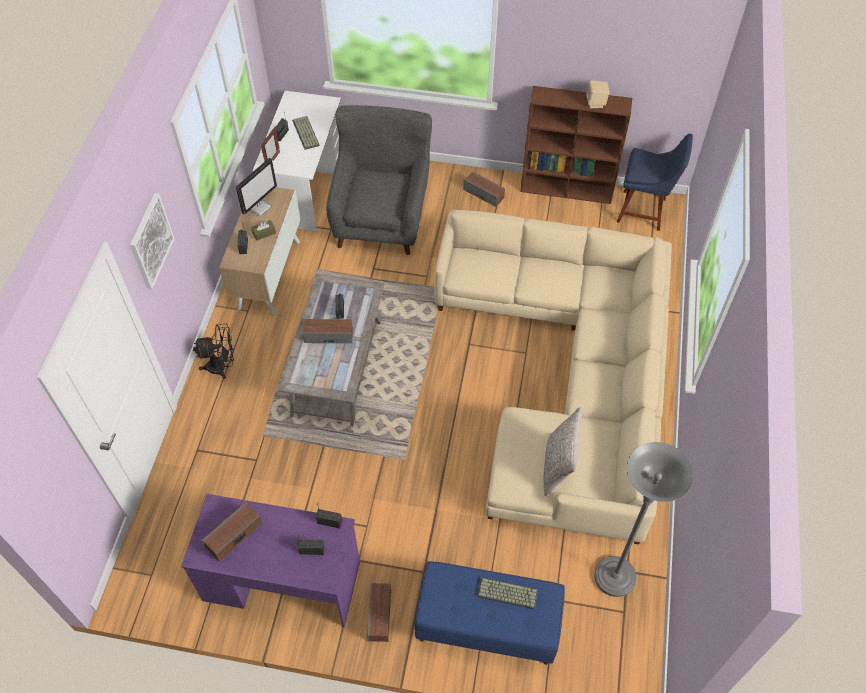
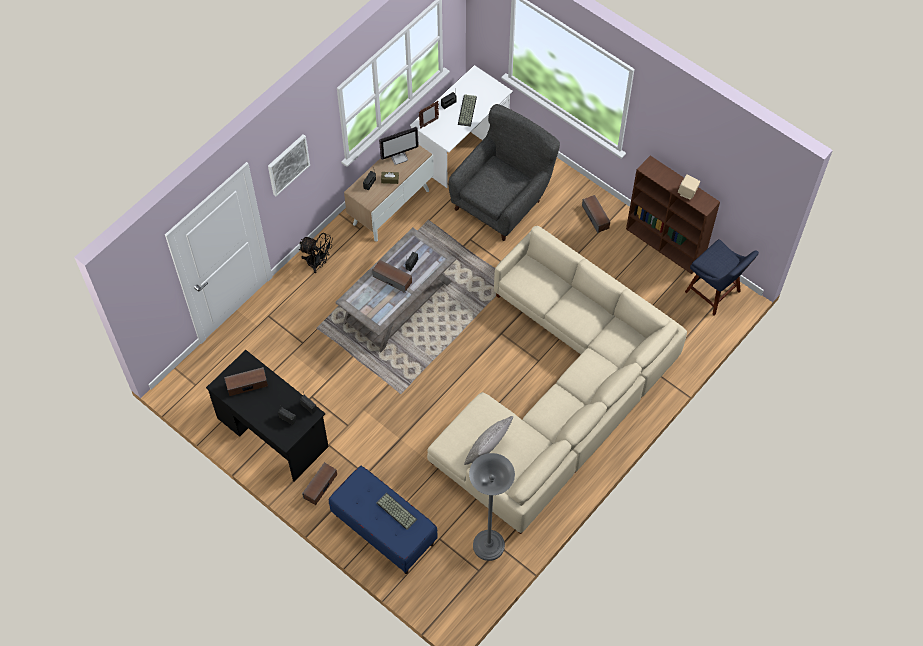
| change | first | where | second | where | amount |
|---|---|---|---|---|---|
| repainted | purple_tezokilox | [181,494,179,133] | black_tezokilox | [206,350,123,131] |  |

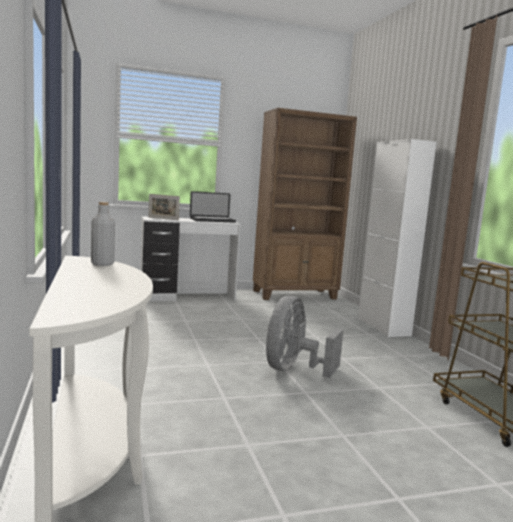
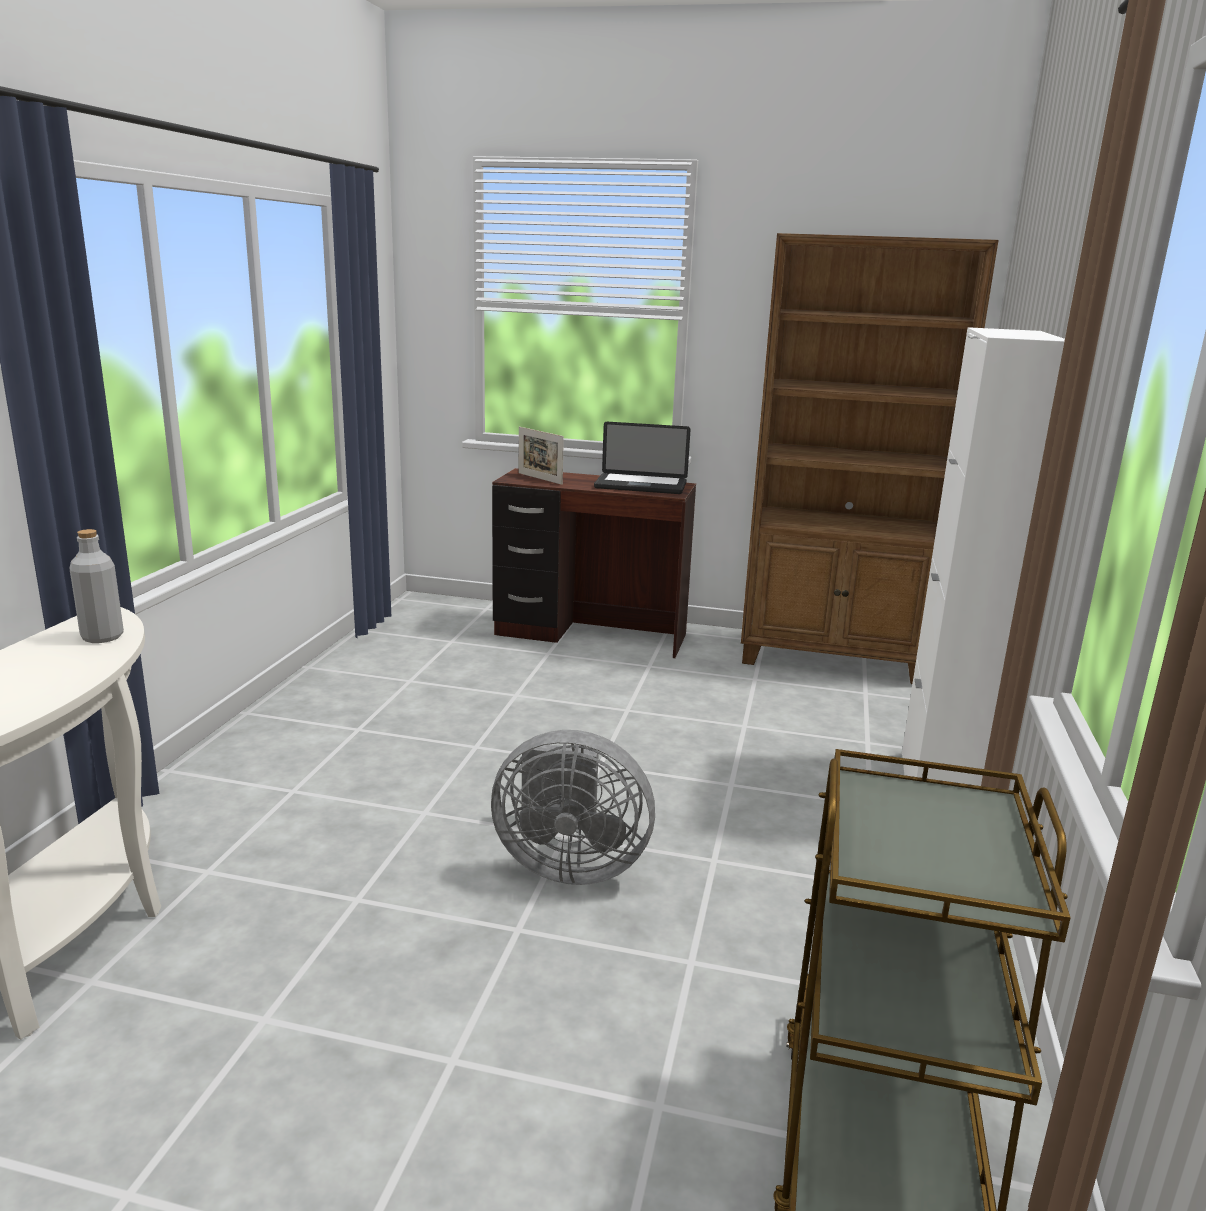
| change | first | where | second | where | amount |
|---|---|---|---|---|---|
| repainted | white_tezokilox | [140,216,100,85] | brown_tezokilox | [492,468,204,191] |  |
| rotated | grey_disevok | [266,295,78,83] |  | [491,730,164,155] | 135 degrees counterclockwise |

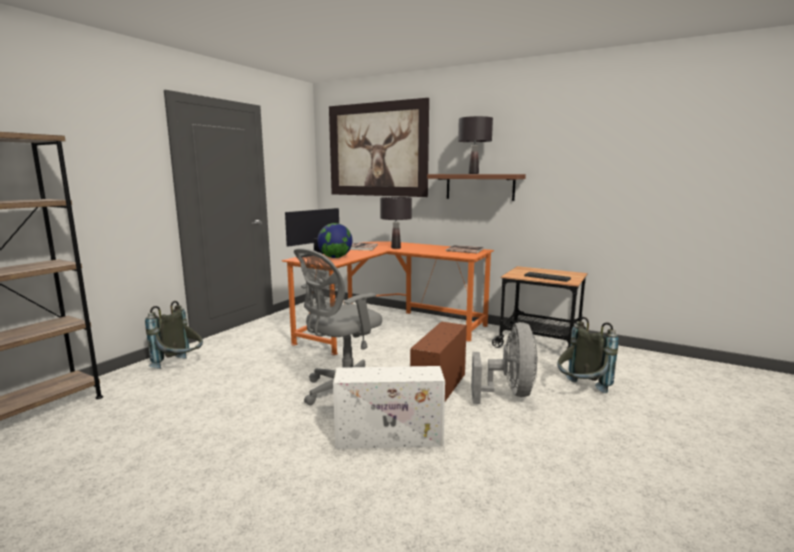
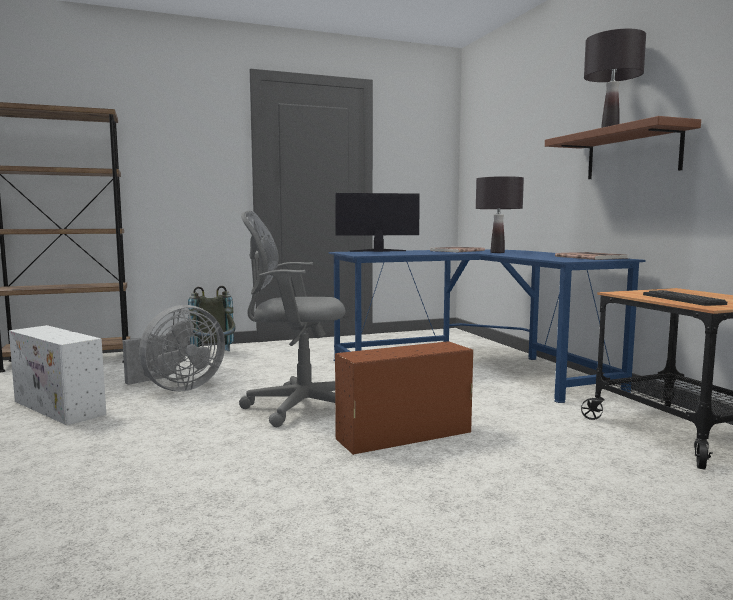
| change | first | where | second | where | amount |
|---|---|---|---|---|---|
| gone | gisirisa | [317,223,35,35] |  |  |  |
| gone | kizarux | [329,98,100,99] |  |  |  |
| gone | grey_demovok | [557,317,62,76] |  |  |  |
| shifted | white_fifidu | [333,366,112,83] |  | [9,325,97,101] |  |
| shifted | grey_disevok | [471,322,67,82] |  | [122,305,103,86] |  |
| repainted | orange_tezokilox | [282,241,212,114] | blue_tezokilox | [329,249,317,154] |  |

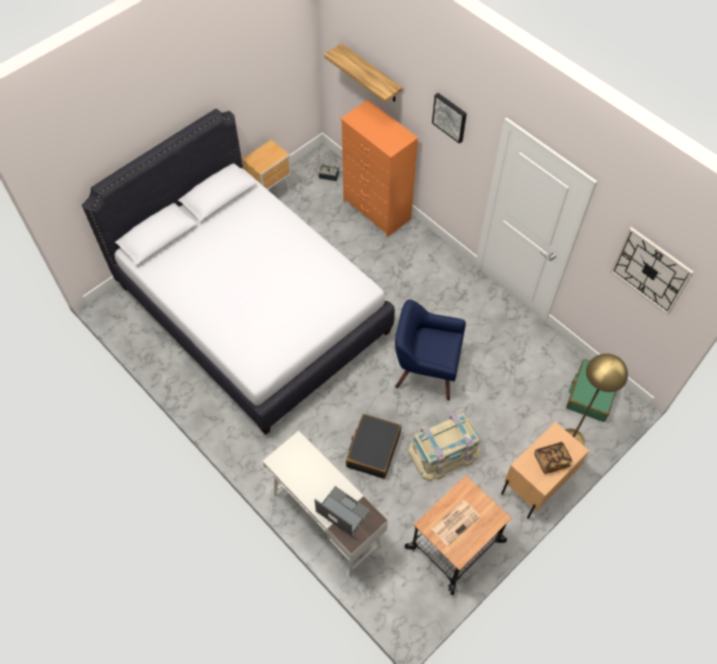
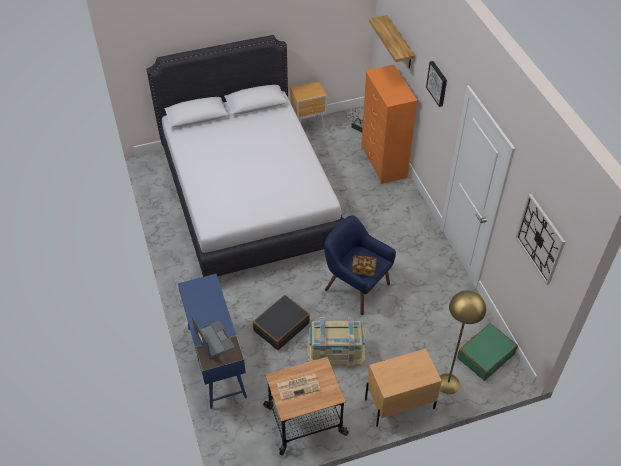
| change | first | where | second | where | amount |
|---|---|---|---|---|---|
| shifted | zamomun | [535,442,38,32] |  | [352,255,25,21] |  |
| repainted | white_tezokilox | [263,431,125,146] | blue_tezokilox | [178,274,69,135] |  |

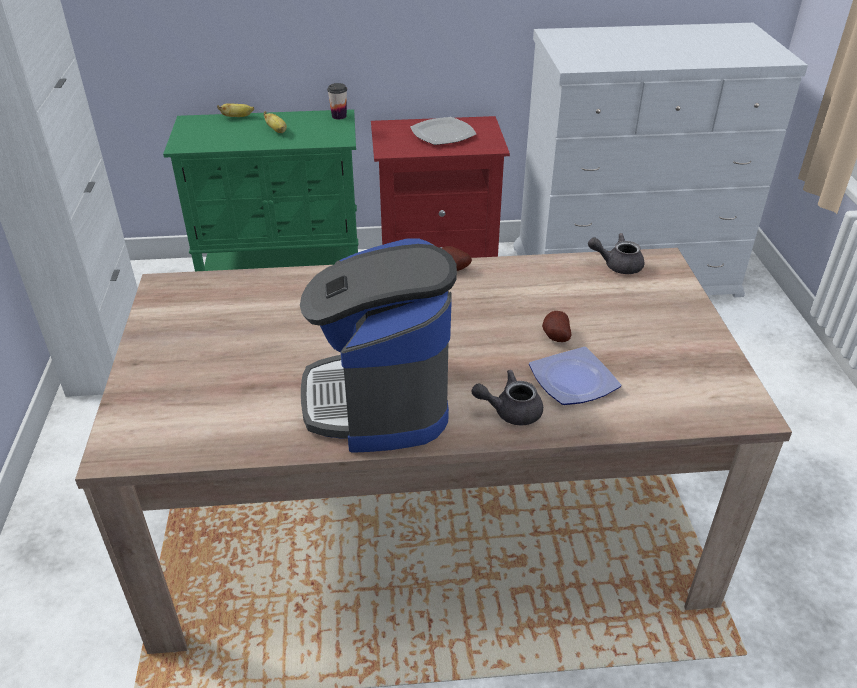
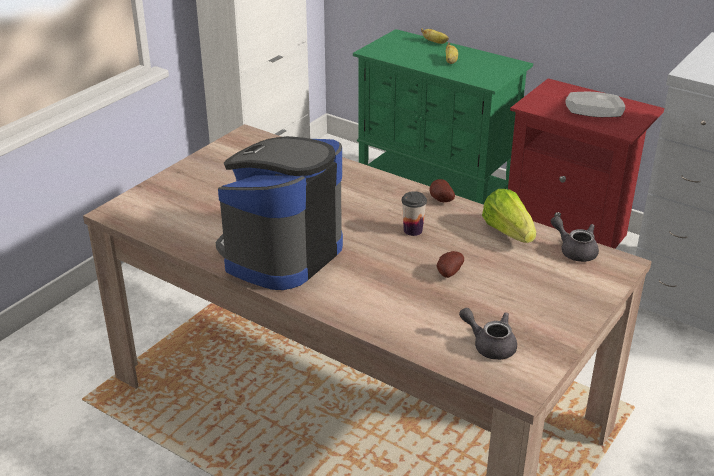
| change | first | where | second | where | amount |
|---|---|---|---|---|---|
| gone | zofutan | [529,347,92,58] |  |  |  |
| new |  |  | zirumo | [482,189,54,54] |  |
| shifted | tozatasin | [327,83,20,36] |  | [402,191,25,45] |  |
| shifted | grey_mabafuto | [471,370,72,55] |  | [459,308,58,52] |  |

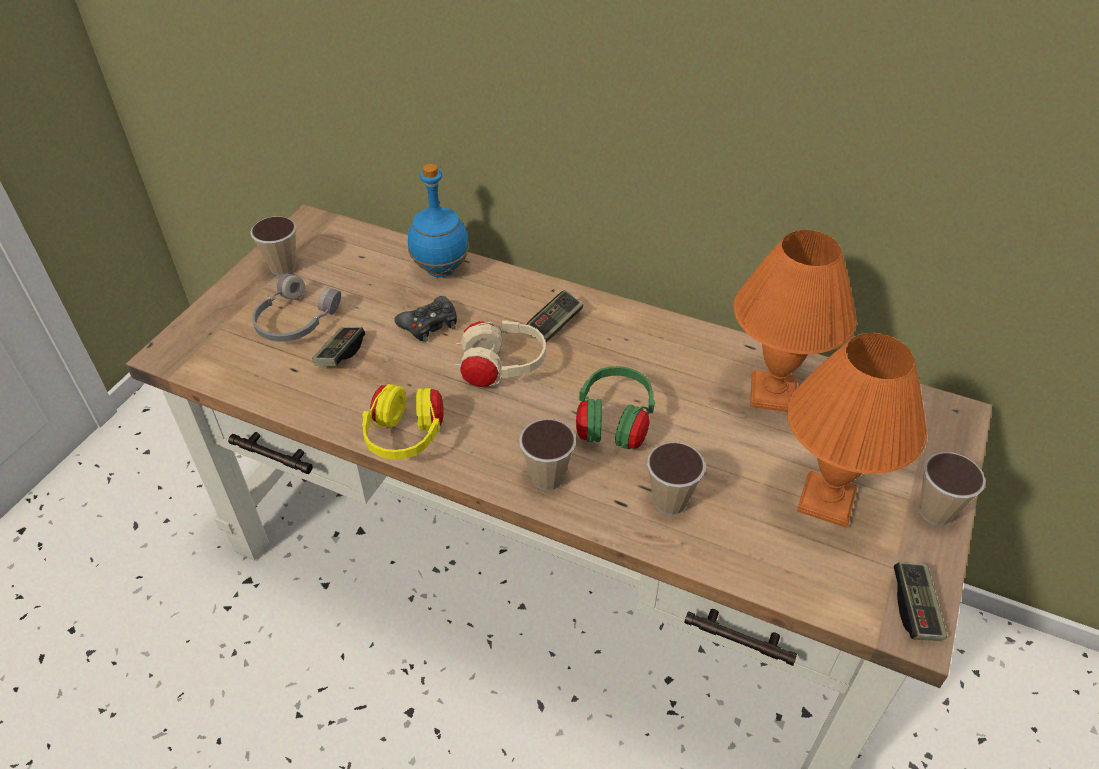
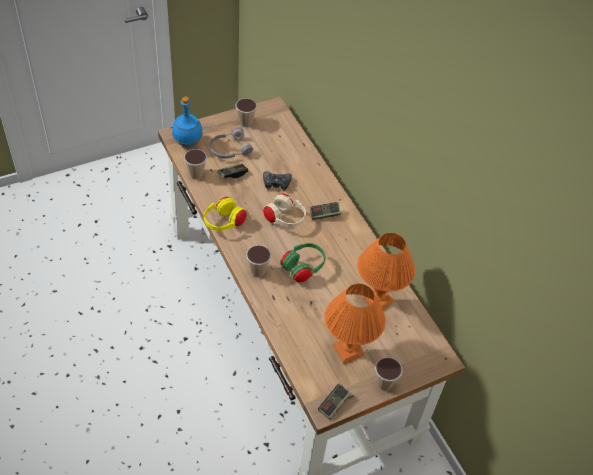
| change | first | where | second | where | amount |
|---|---|---|---|---|---|
| shifted | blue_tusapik | [408,164,61,113] |  | [172,97,31,51] |  |
| shifted | tozatasin | [647,442,58,73] |  | [184,149,23,30] |  |

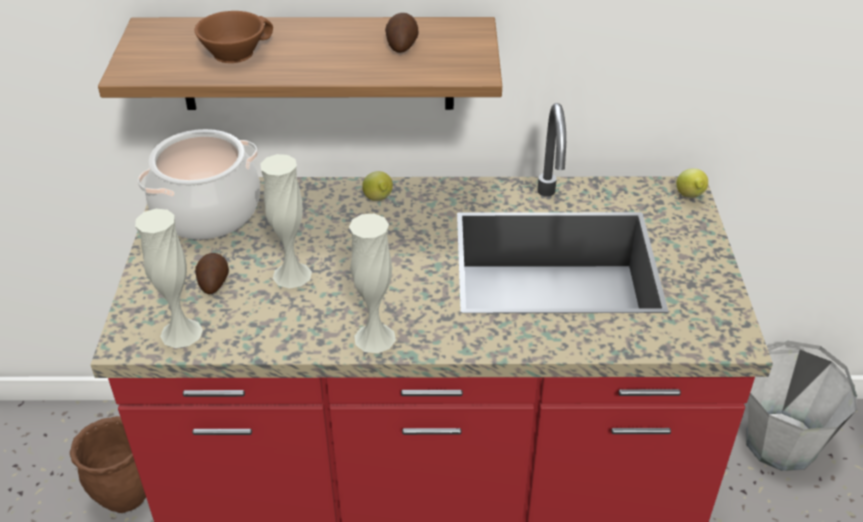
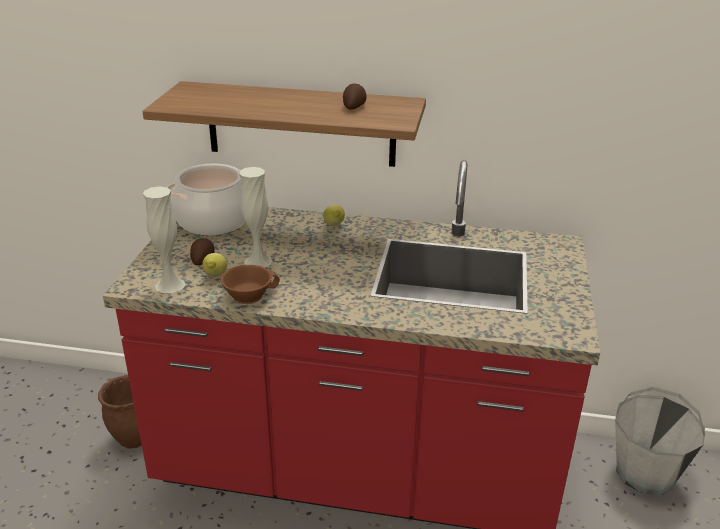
| change | first | where | second | where | amount |
|---|---|---|---|---|---|
| gone | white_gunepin | [349,214,47,139] |  |  |  |
| shifted | brown_tozatasin | [194,11,79,52] |  | [221,265,59,39] |  |
| shifted | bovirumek | [676,168,32,30] |  | [202,253,25,24] |  |

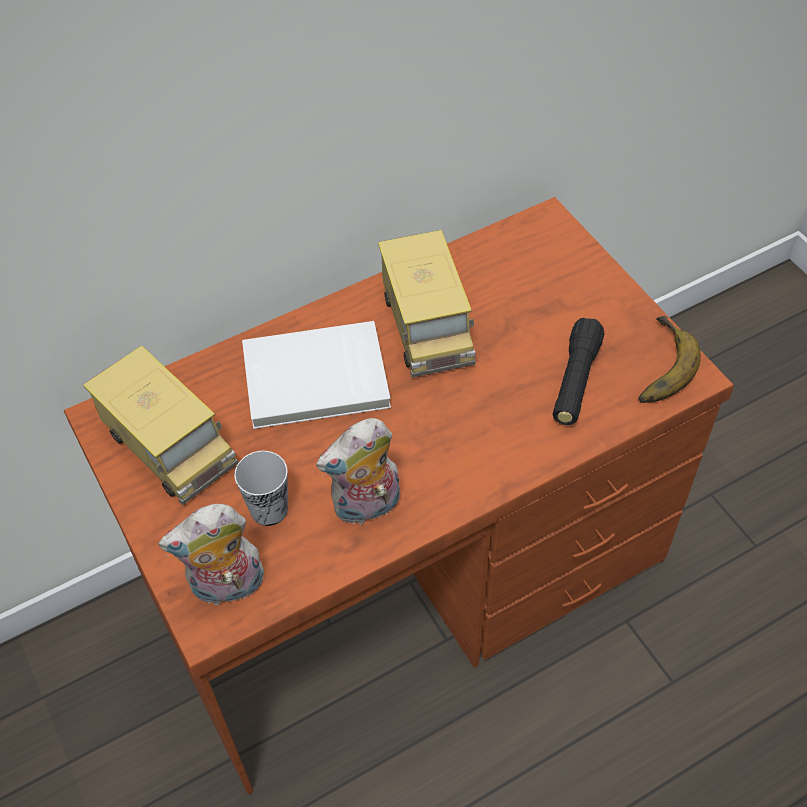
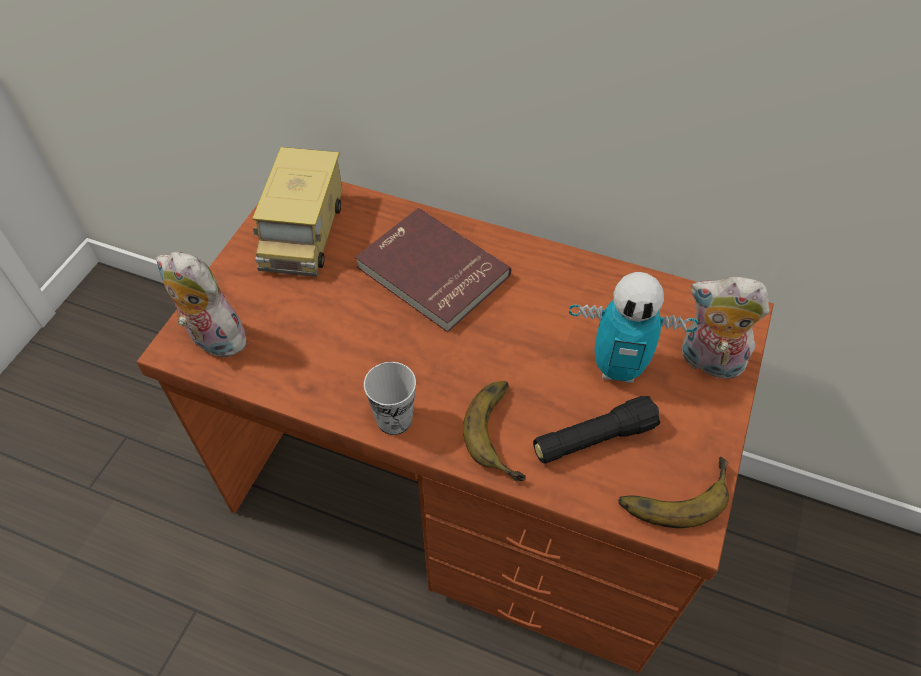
| change | first | where | second | where | amount |
|---|---|---|---|---|---|
| gone | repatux | [378,230,98,148] |  |  |  |
| new |  |  | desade | [463,381,63,101] |  |
| new |  |  | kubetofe | [569,272,129,111] |  |
| shifted | tozatasin | [234,451,54,75] |  | [364,362,52,73] |  |
| shifted | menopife | [316,418,84,108] |  | [682,276,87,103] |  |
| repainted | white_zamomun | [242,321,149,108] | red_zamomun | [355,208,156,124] |  |

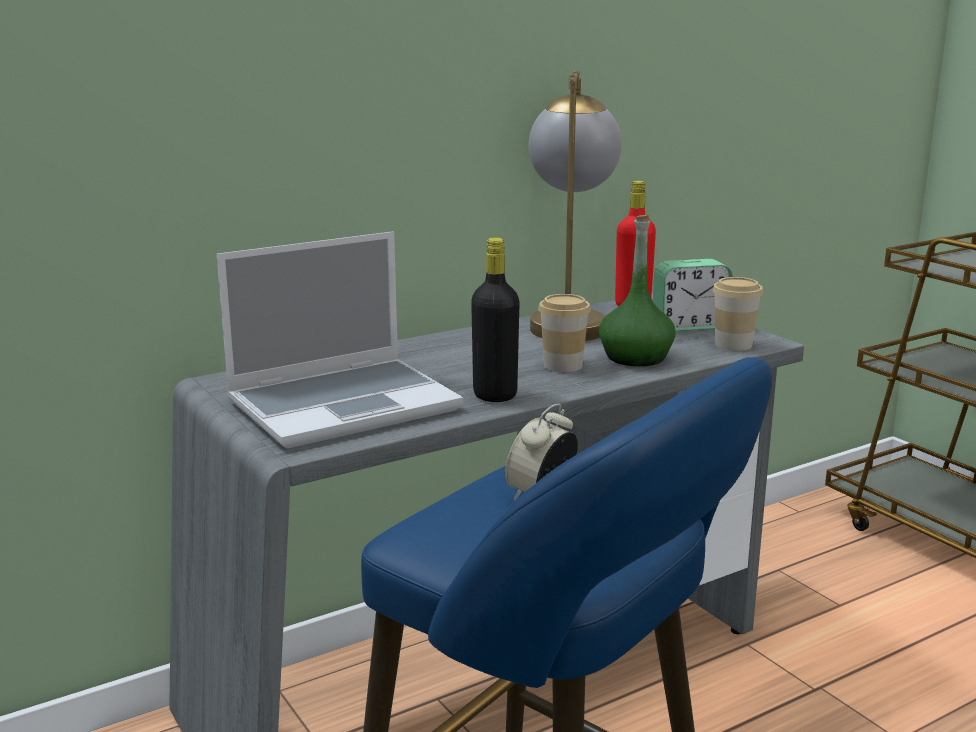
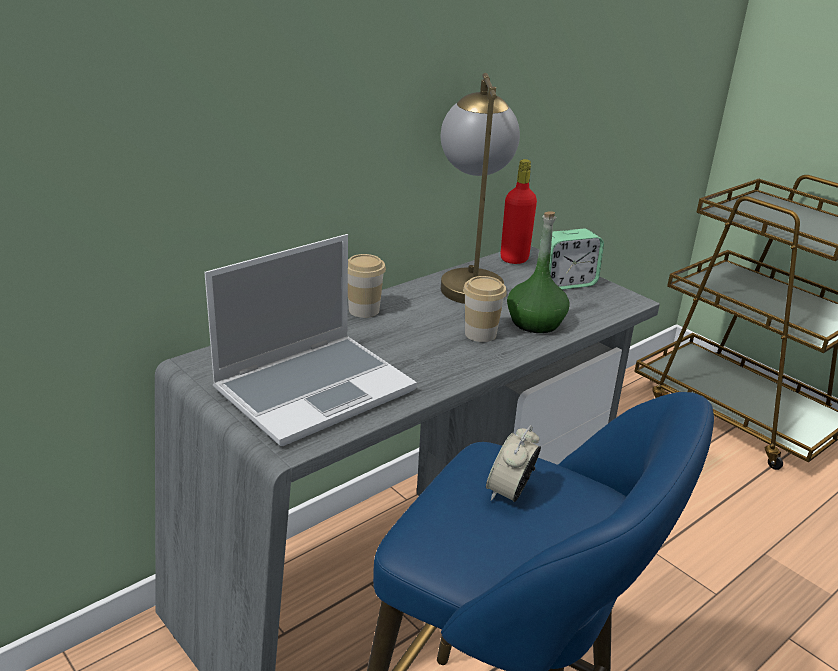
| change | first | where | second | where | amount |
|---|---|---|---|---|---|
| gone | black_tusapik | [471,237,49,165] |  |  |  |
| shifted | tozatasin | [712,277,51,74] |  | [348,254,38,64] |  |

